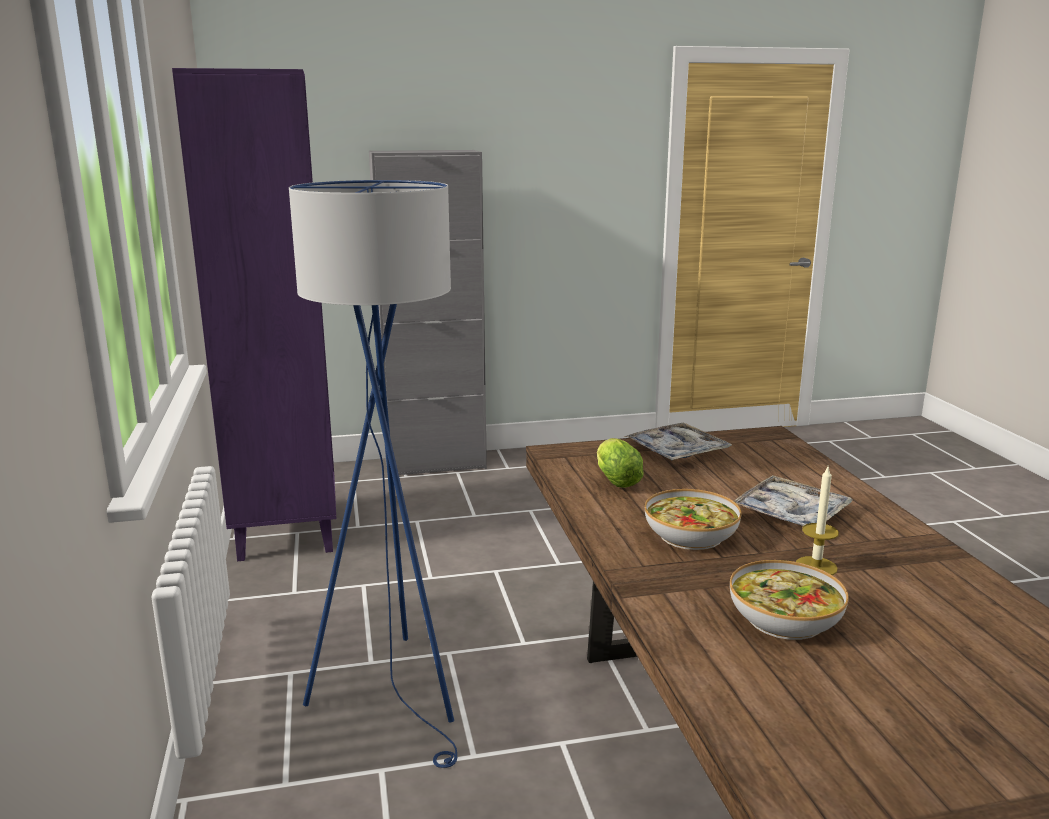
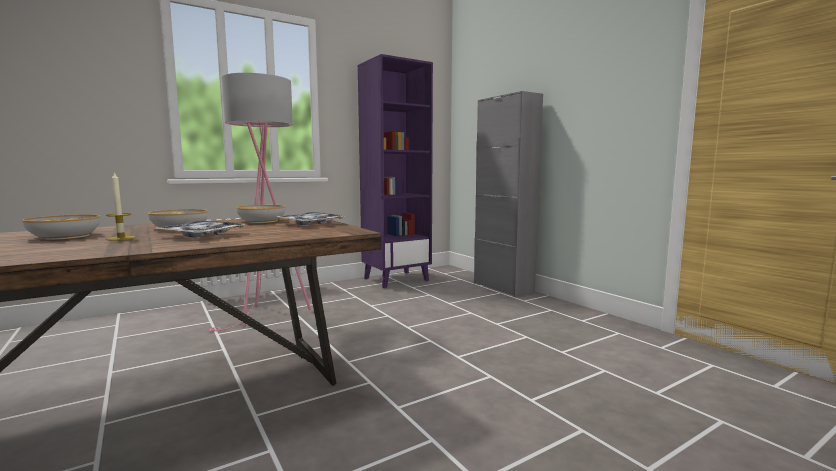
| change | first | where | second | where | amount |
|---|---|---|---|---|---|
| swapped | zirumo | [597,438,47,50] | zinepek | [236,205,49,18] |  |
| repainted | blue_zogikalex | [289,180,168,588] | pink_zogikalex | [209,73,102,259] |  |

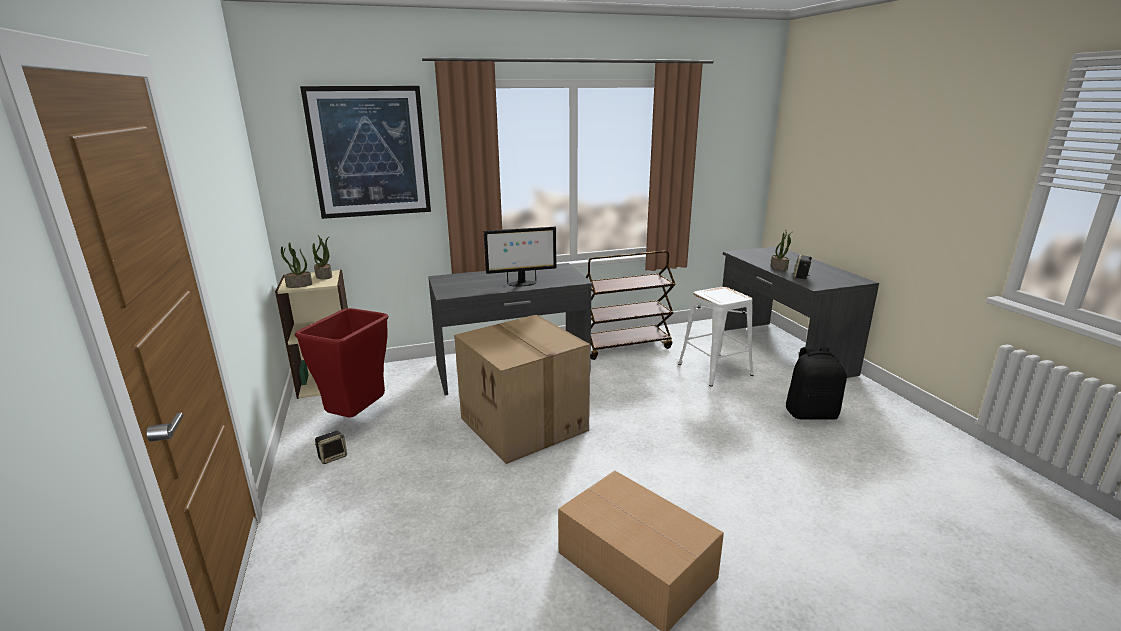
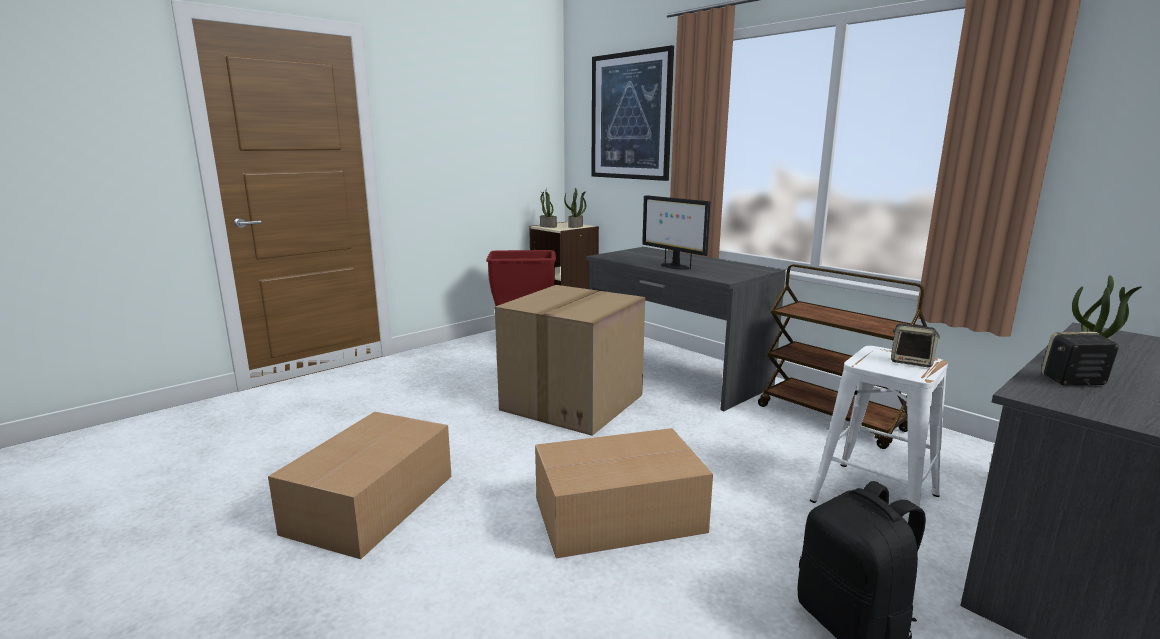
| change | first | where | second | where | amount |
|---|---|---|---|---|---|
| new |  |  | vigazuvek | [535,428,178,130] |  |
| shifted | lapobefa | [315,431,32,33] |  | [891,324,49,43] |  |

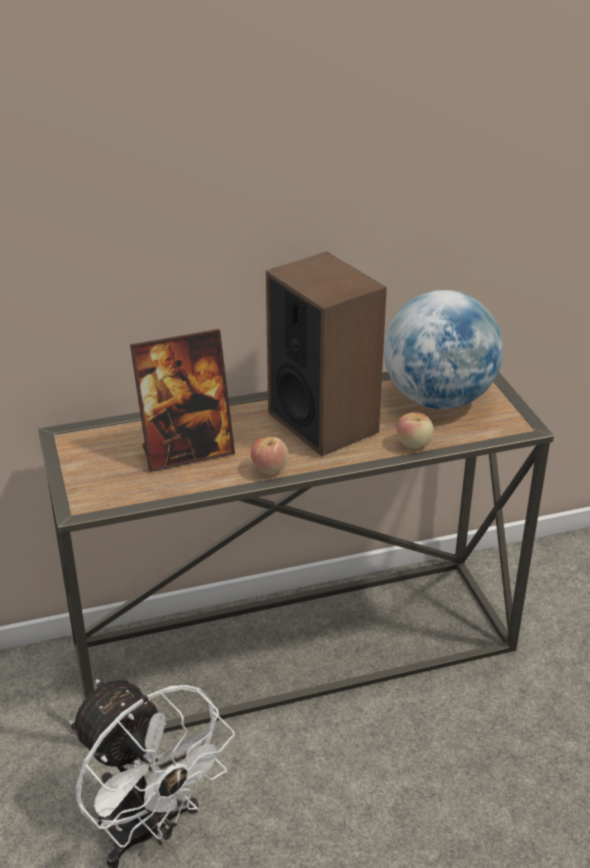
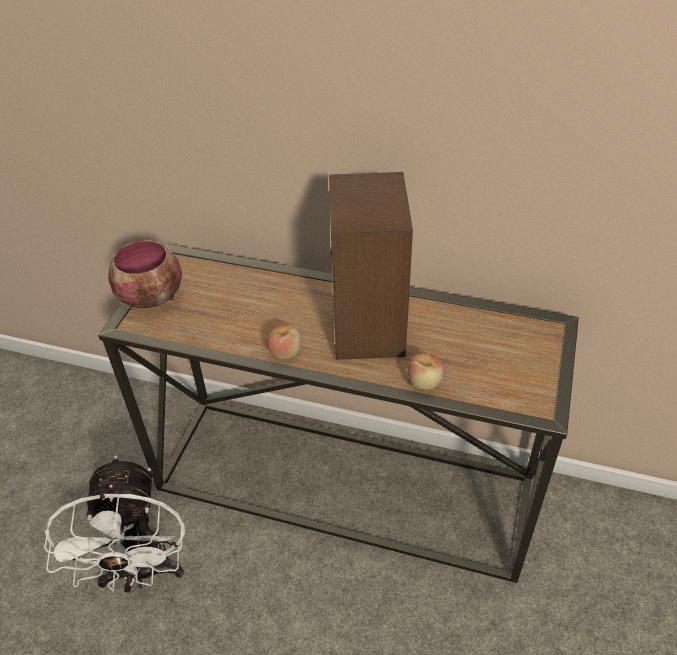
| change | first | where | second | where | amount |
|---|---|---|---|---|---|
| gone | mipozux | [130,329,105,143] |  |  |  |
| gone | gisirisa | [384,290,119,119] |  |  |  |
| new |  |  | zinepek | [108,240,74,68] |  |

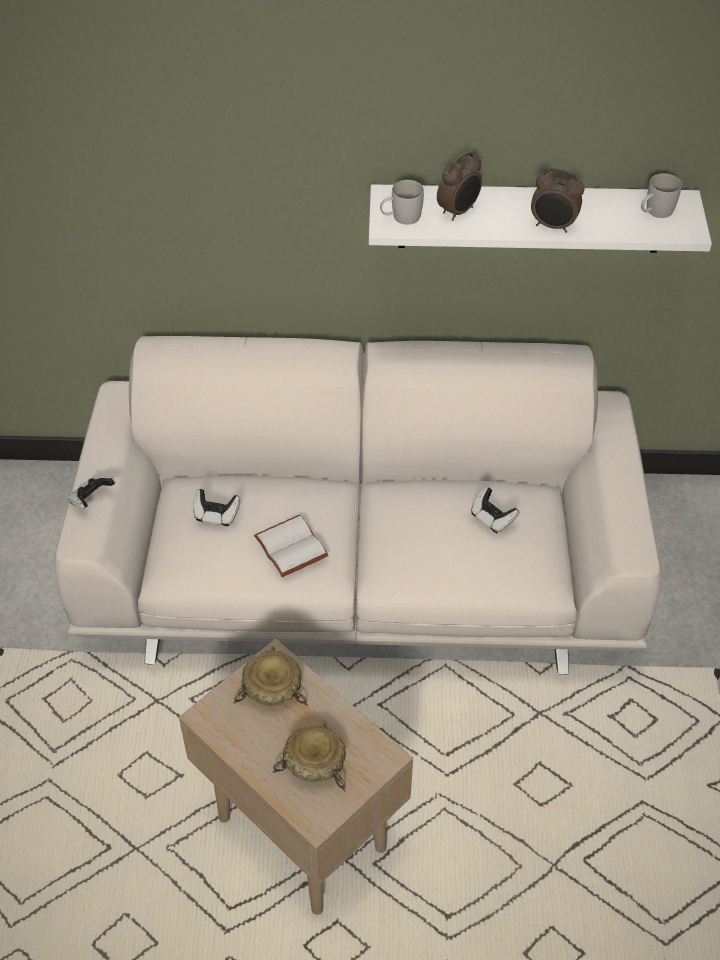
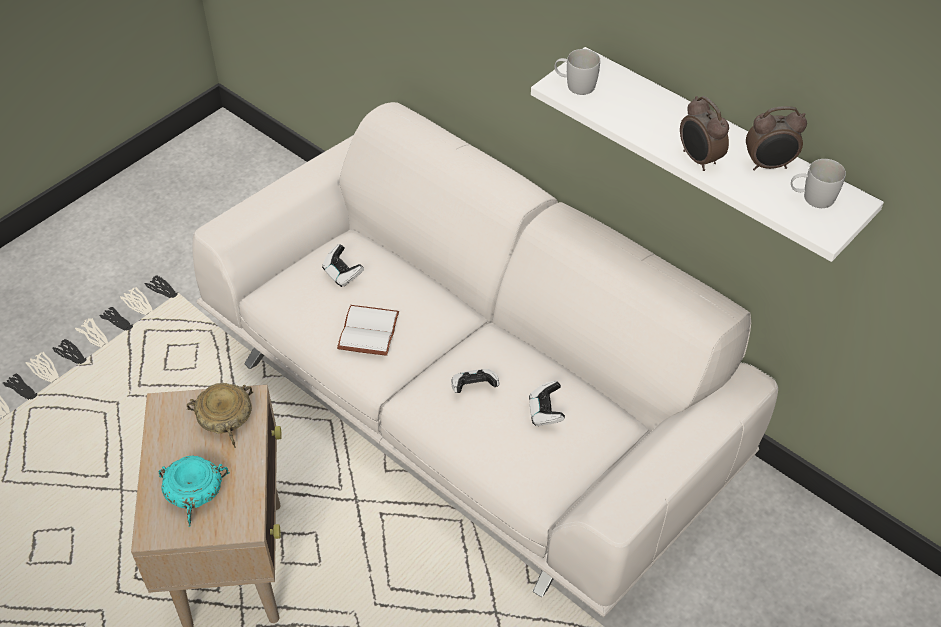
| change | first | where | second | where | amount |
|---|---|---|---|---|---|
| shifted | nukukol | [68,475,47,34] |  | [451,369,48,24] |  |
| shifted | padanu | [437,151,45,70] |  | [746,106,61,65] |  |
| repainted | beige_zinepek | [273,721,73,71] | turquoise_zinepek | [159,455,71,72] |  |

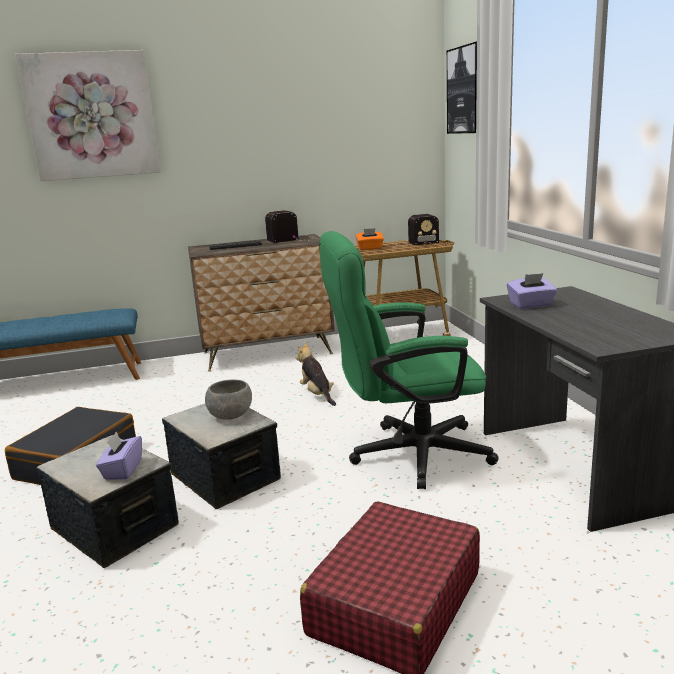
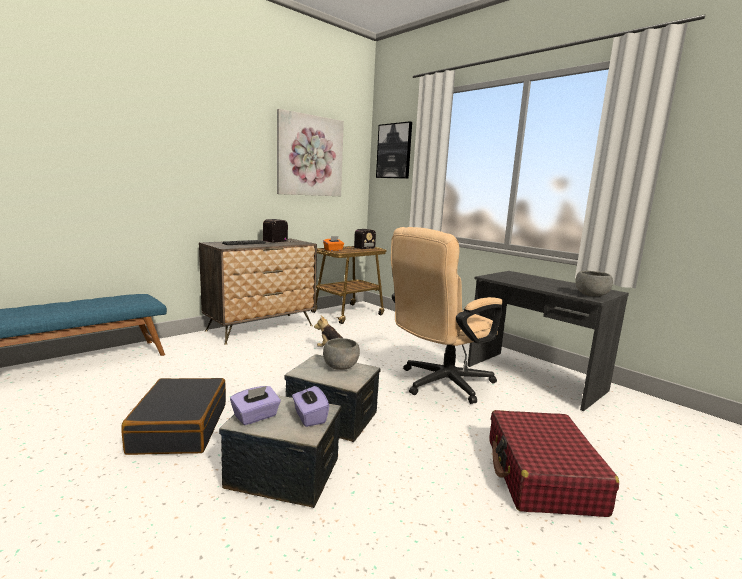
| change | first | where | second | where | amount |
|---|---|---|---|---|---|
| new |  |  | grey_zinepek | [575,271,38,26] |  |
| shifted | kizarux | [15,50,146,131] |  | [277,109,67,87] |  |
| shifted | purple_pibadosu | [507,273,50,36] |  | [230,386,51,39] |  |
| repainted | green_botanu | [319,231,180,258] | beige_botanu | [391,227,112,177] |  |

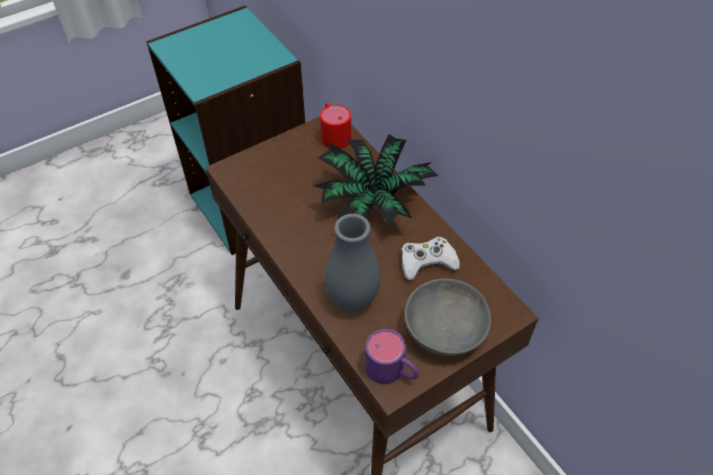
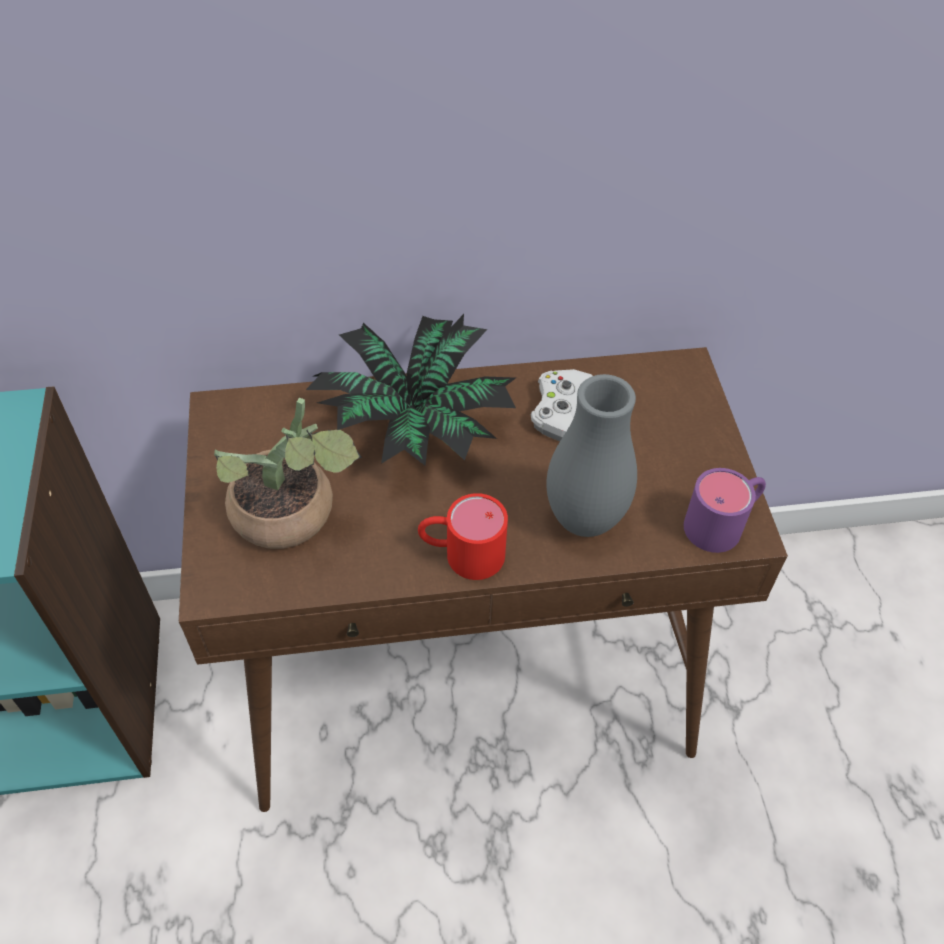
| change | first | where | second | where | amount |
|---|---|---|---|---|---|
| gone | grey_zinepek | [404,279,87,77] |  |  |  |
| new |  |  | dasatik | [214,397,148,152] |  |
| shifted | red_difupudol | [320,103,31,46] |  | [418,493,90,87] |  |

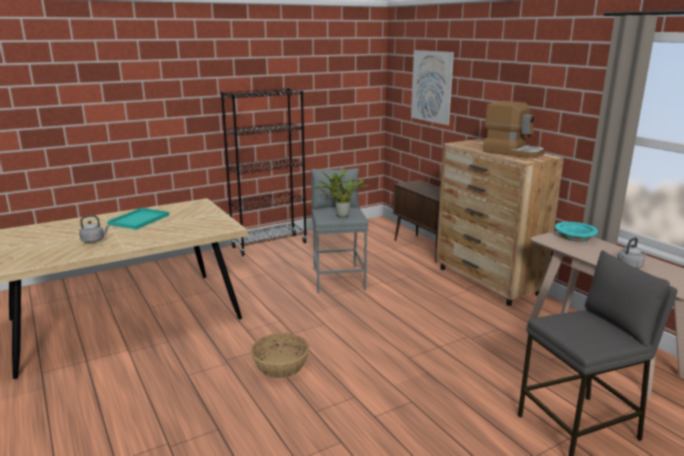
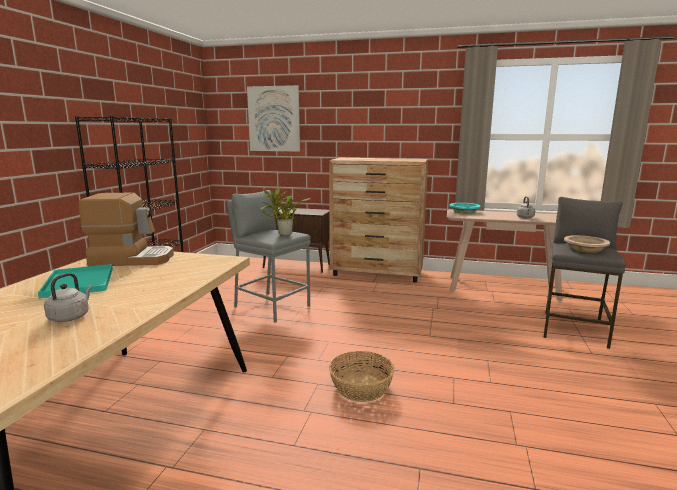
| change | first | where | second | where | amount |
|---|---|---|---|---|---|
| new |  |  | beige_zinepek | [564,235,46,18] |  |
| shifted | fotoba | [483,101,61,57] |  | [79,193,95,73] |  |

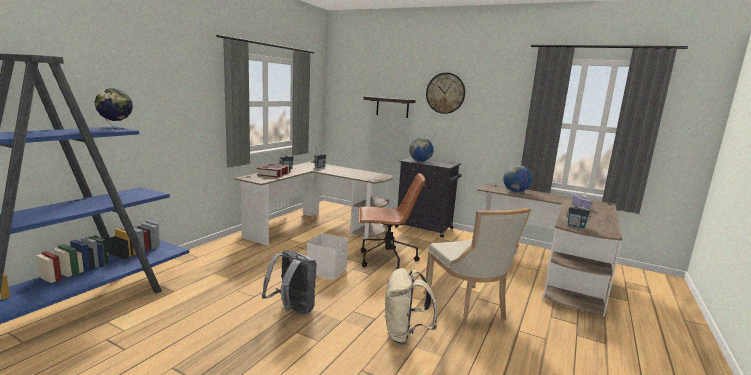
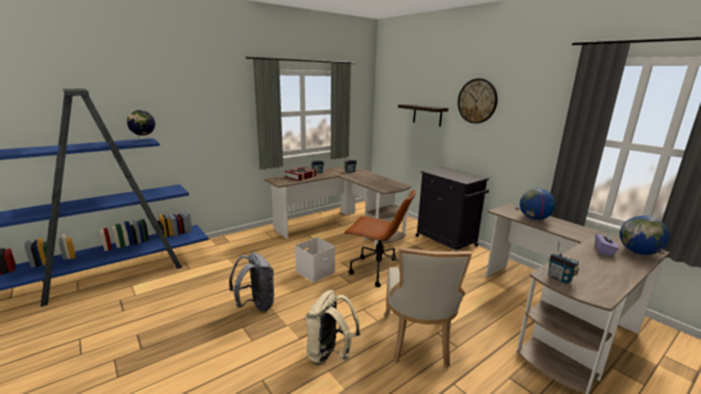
| change | first | where | second | where | amount |
|---|---|---|---|---|---|
| shifted | gisirisa | [409,137,25,25] |  | [619,216,51,39] |  |

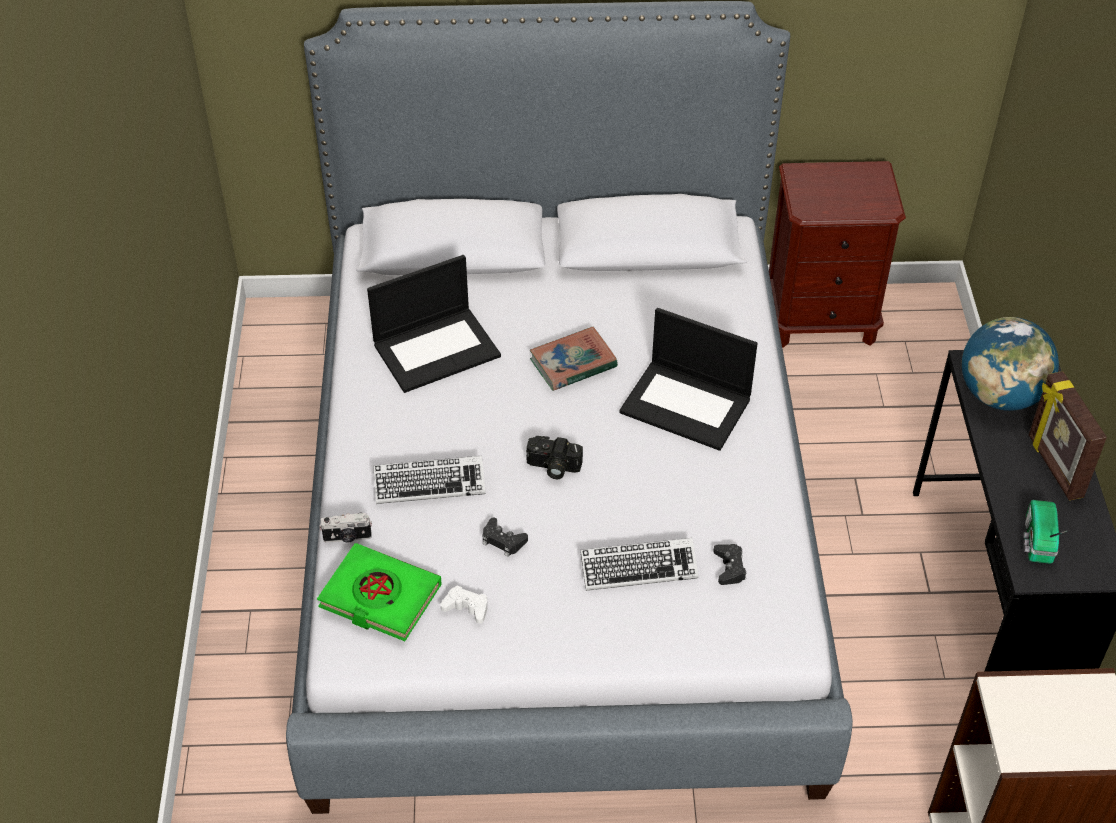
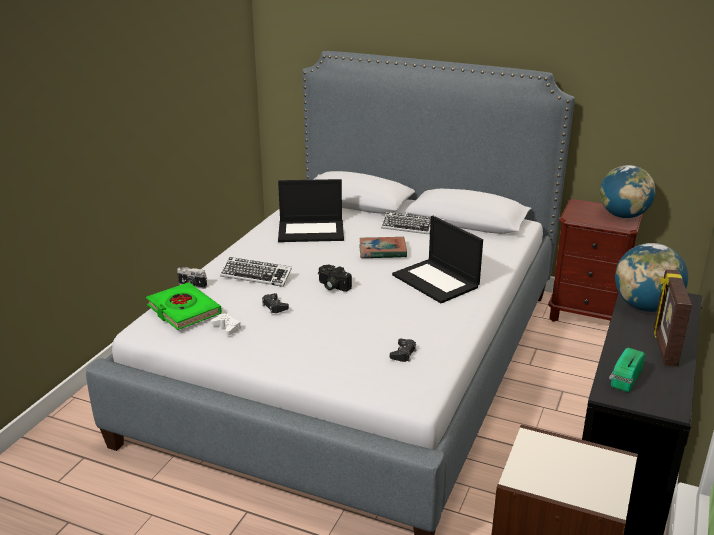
| change | first | where | second | where | amount |
|---|---|---|---|---|---|
| new |  |  | gisirisa | [600,165,56,53] |  |
| shifted | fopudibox | [580,538,119,53] |  | [381,212,64,23] |  |

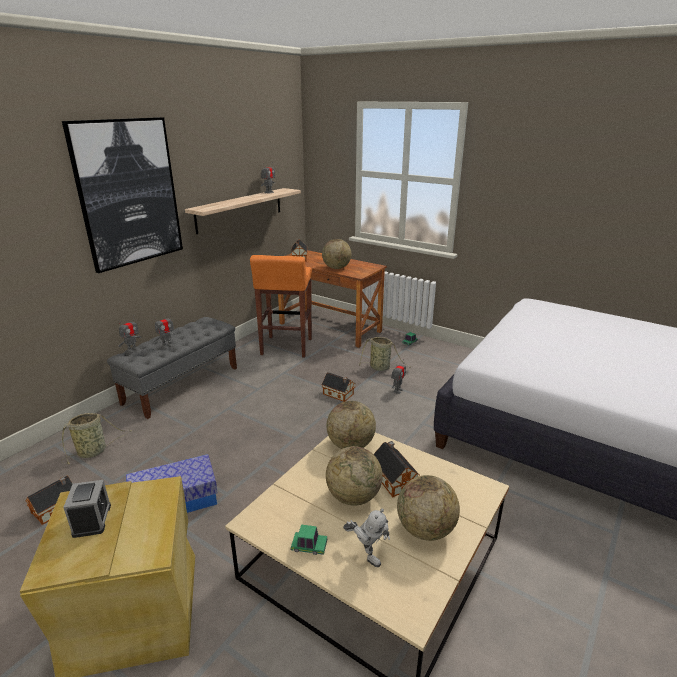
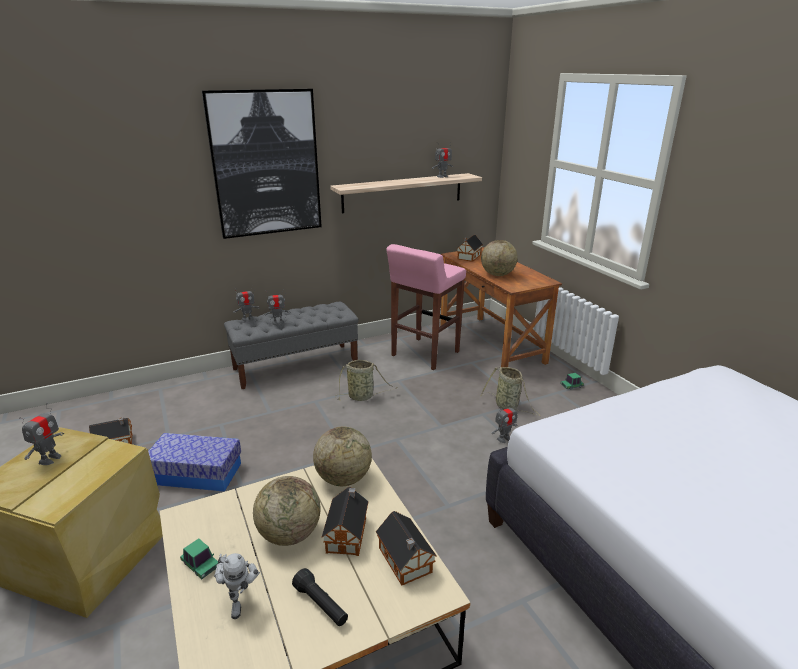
| change | first | where | second | where | amount |
|---|---|---|---|---|---|
| shifted | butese | [61,413,70,51] |  | [335,360,63,41] |  |
| shifted | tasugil | [322,372,33,30] |  | [376,511,61,75] |  |
| swapped | padanu | [63,480,48,58] | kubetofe | [19,403,45,62] |  |
| swapped | gisirisa | [397,475,63,66] | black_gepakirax | [292,568,56,58] |  |
| repainted | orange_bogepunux | [250,255,62,102] | pink_bogepunux | [386,244,80,126] |  |

